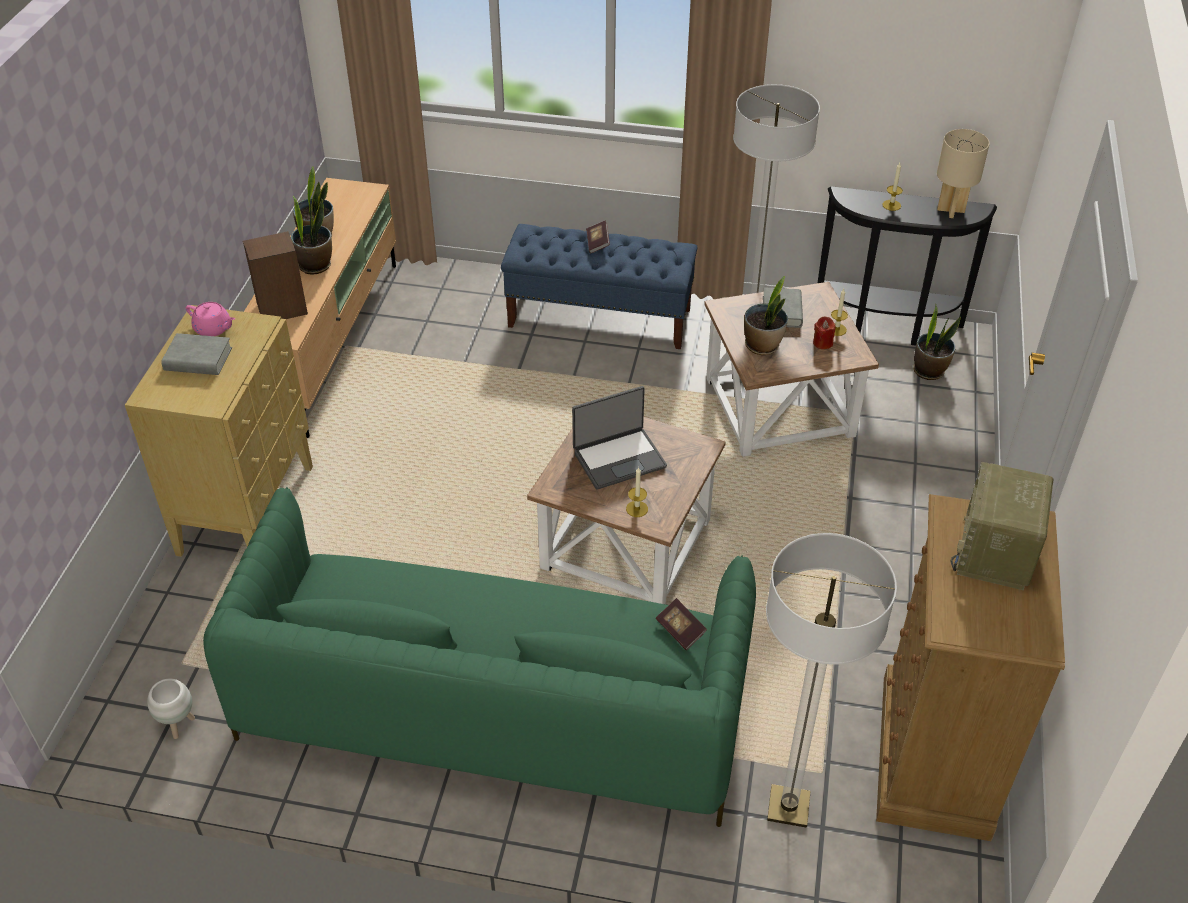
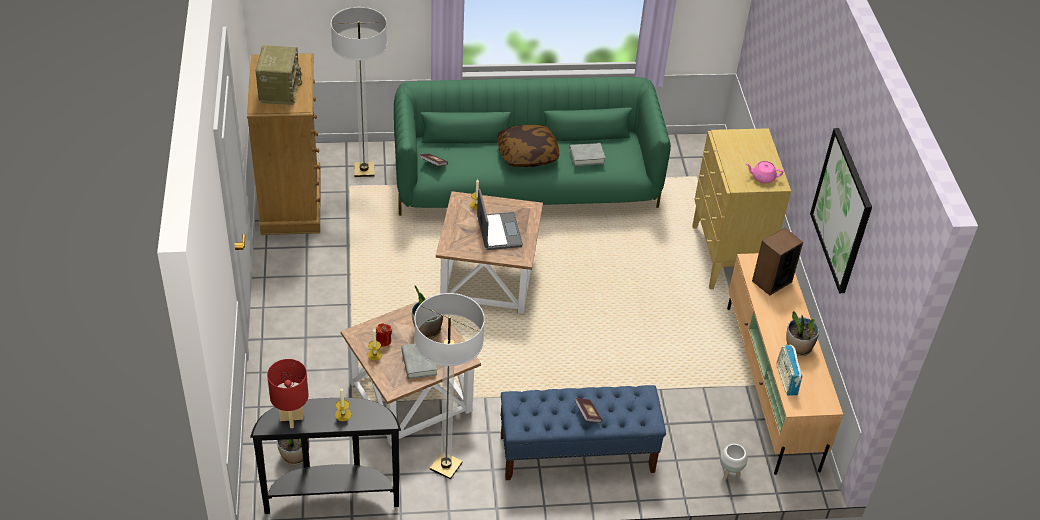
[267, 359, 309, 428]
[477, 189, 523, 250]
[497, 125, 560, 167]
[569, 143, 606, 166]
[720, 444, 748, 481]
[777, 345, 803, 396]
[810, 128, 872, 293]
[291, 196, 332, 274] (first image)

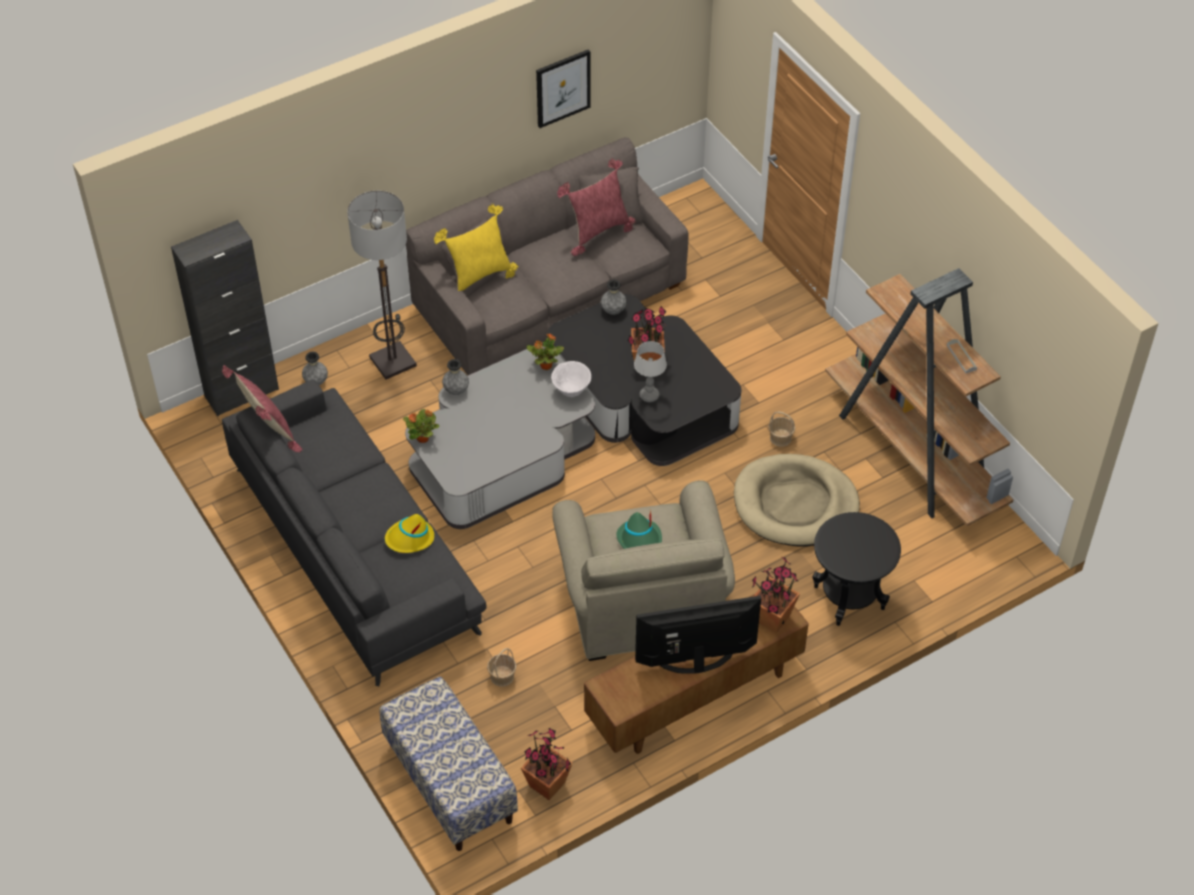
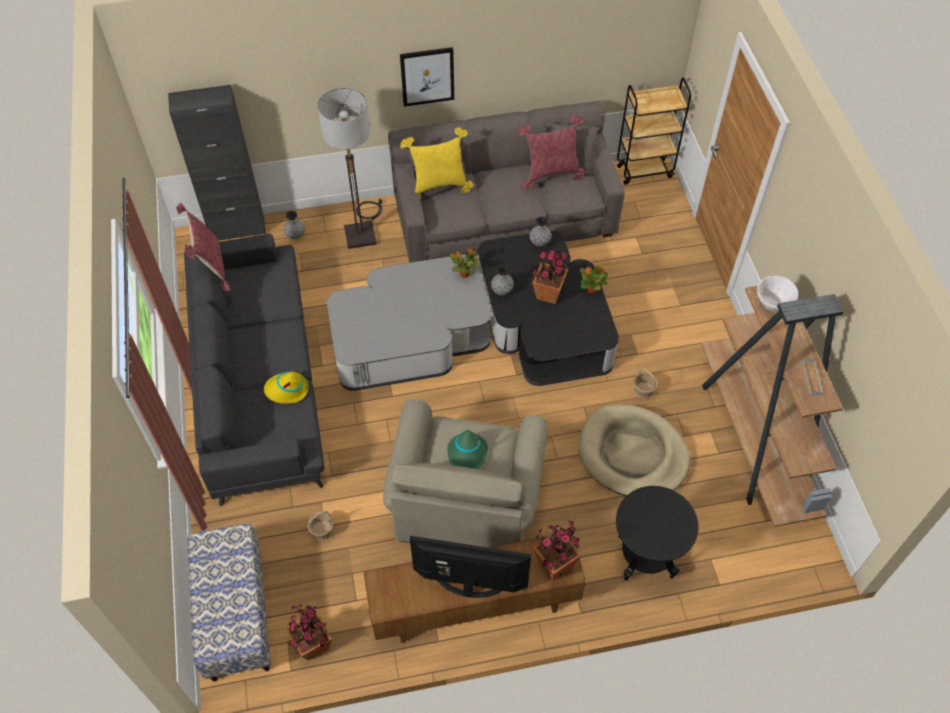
[400, 47, 454, 107]
[491, 265, 514, 296]
[580, 266, 608, 294]
[617, 78, 691, 185]
[757, 276, 798, 312]
[634, 341, 667, 402] (first image)

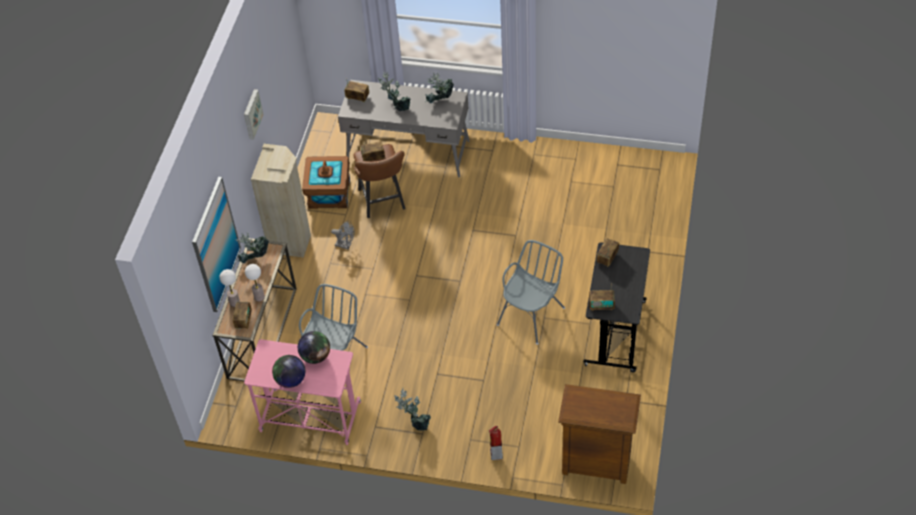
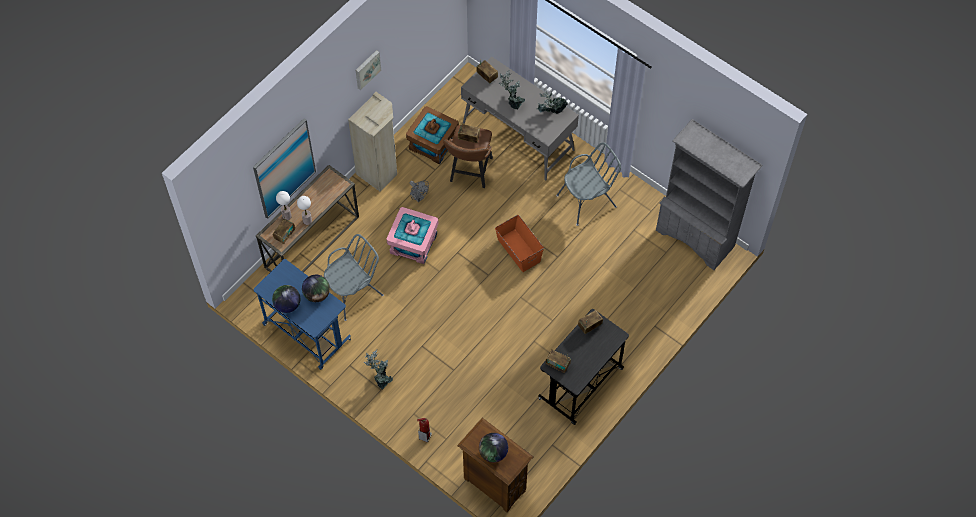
[254, 259, 351, 370]
[386, 207, 439, 264]
[479, 433, 508, 463]
[495, 215, 544, 272]
[556, 142, 621, 226]
[656, 119, 763, 270]
[235, 232, 269, 263] (first image)

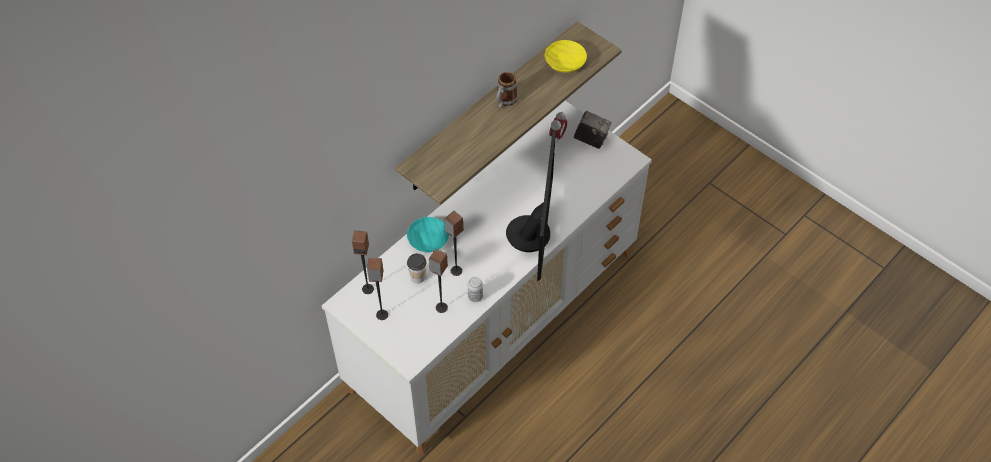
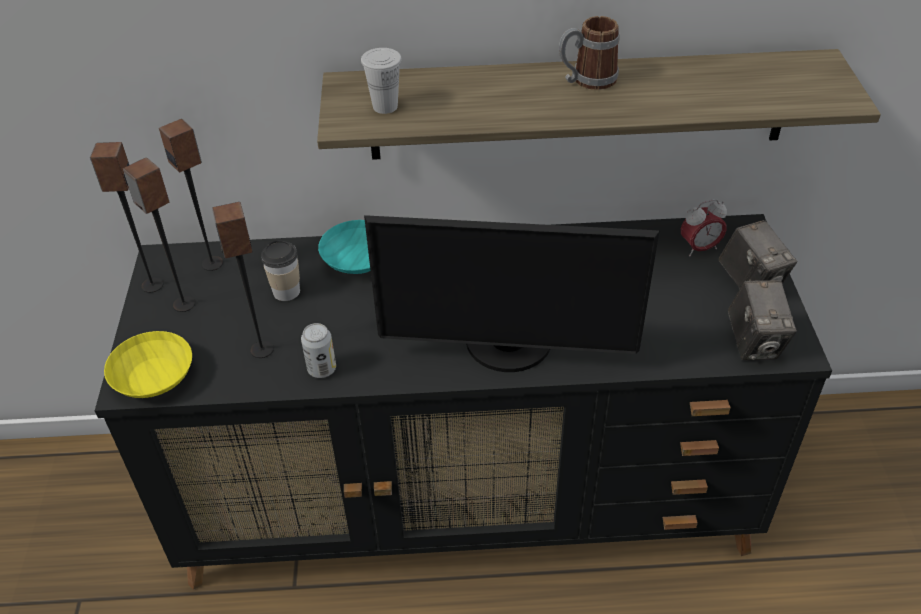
[90, 142, 164, 293]
[95, 214, 832, 590]
[104, 331, 192, 398]
[361, 48, 402, 114]
[364, 215, 659, 372]
[727, 280, 797, 360]

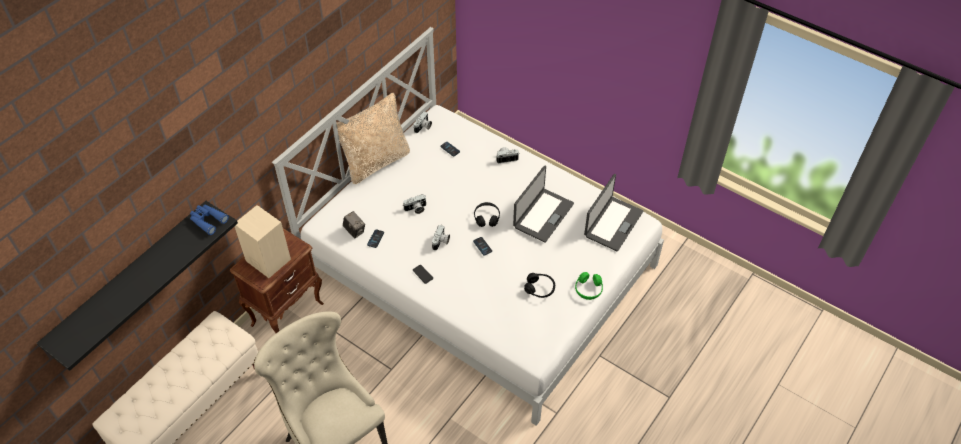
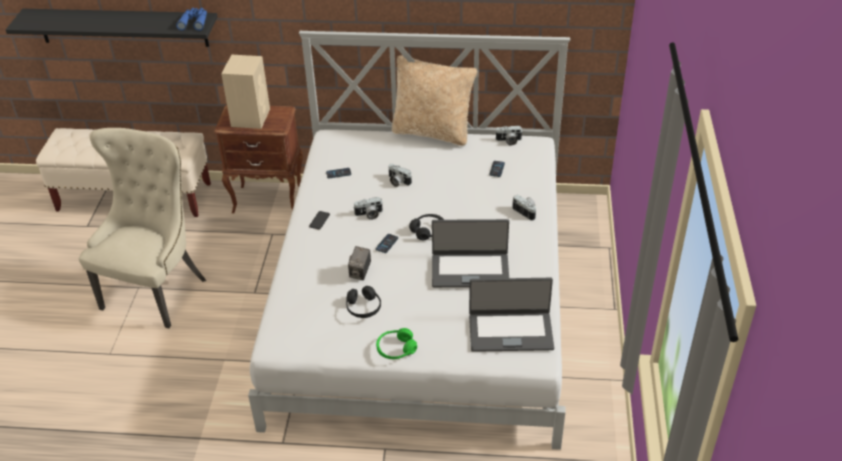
[348, 246, 371, 280]

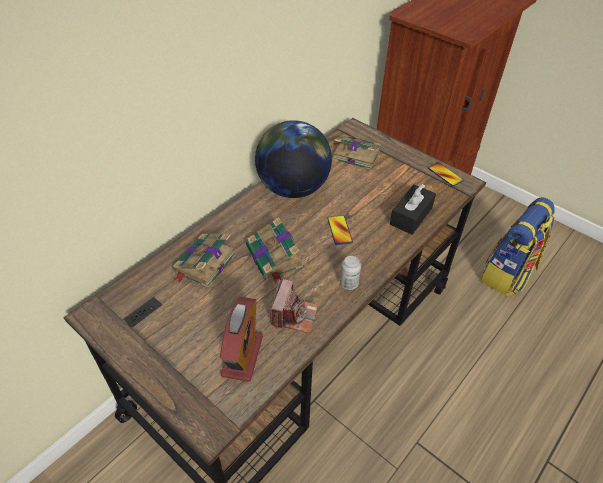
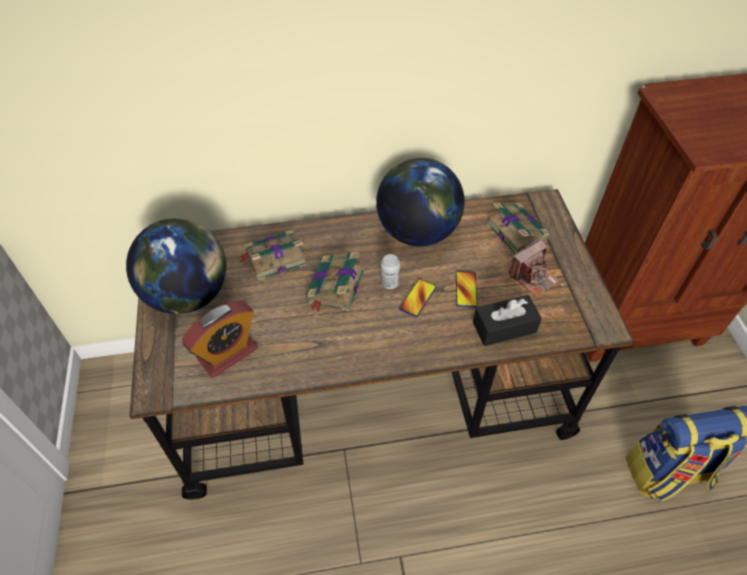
[126, 218, 226, 314]
[380, 254, 400, 289]
[456, 271, 477, 308]
[508, 238, 560, 297]

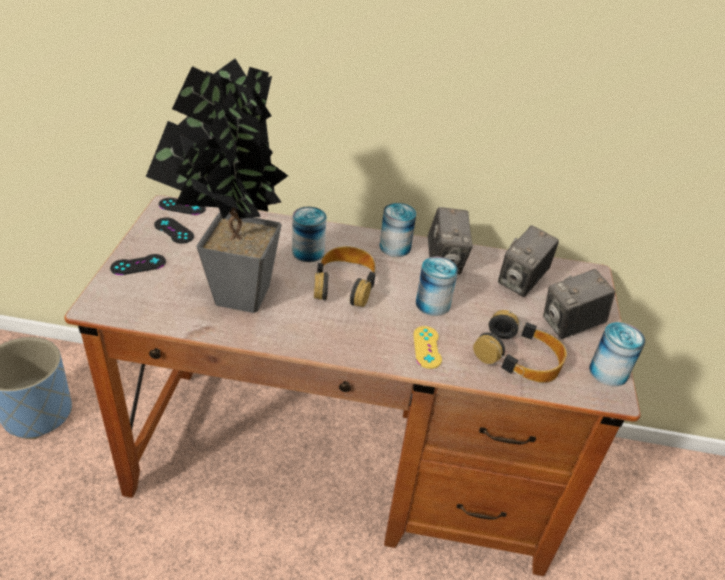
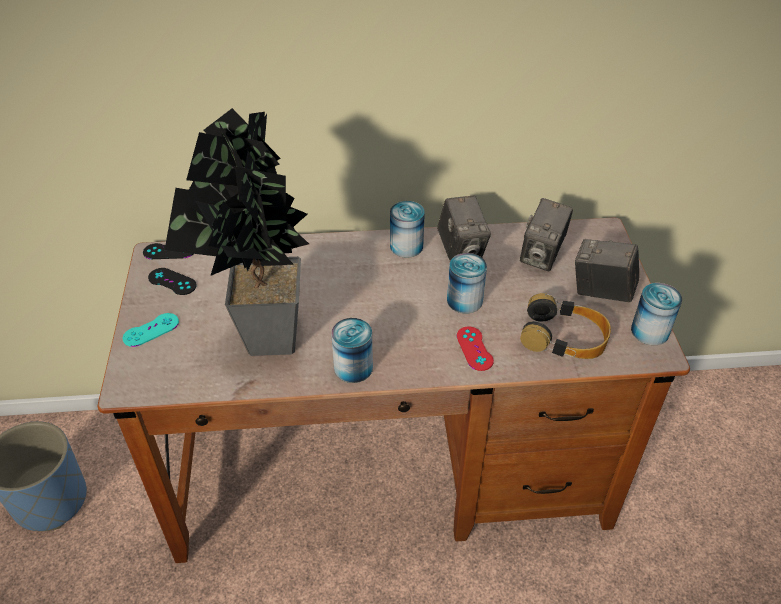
[123, 313, 179, 347]
[331, 318, 373, 383]
[457, 326, 494, 371]
[575, 239, 639, 303]
[314, 246, 377, 307] (first image)

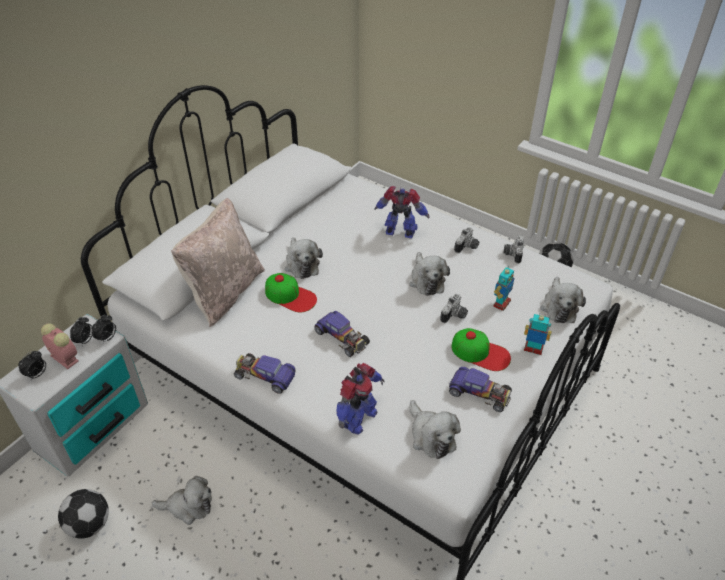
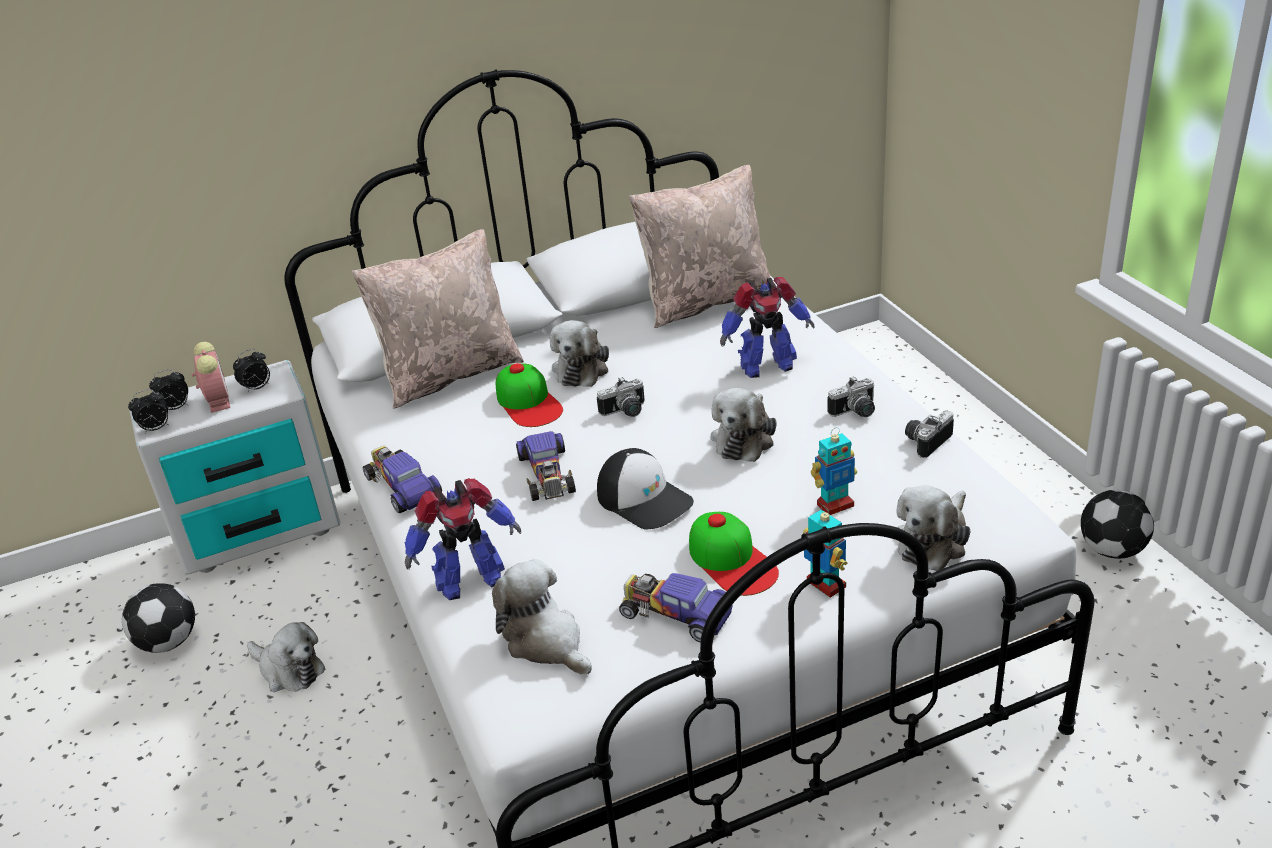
[128, 389, 169, 433]
[492, 559, 592, 674]
[597, 377, 645, 417]
[597, 448, 694, 530]
[619, 573, 733, 643]
[629, 165, 771, 328]
[720, 277, 815, 378]

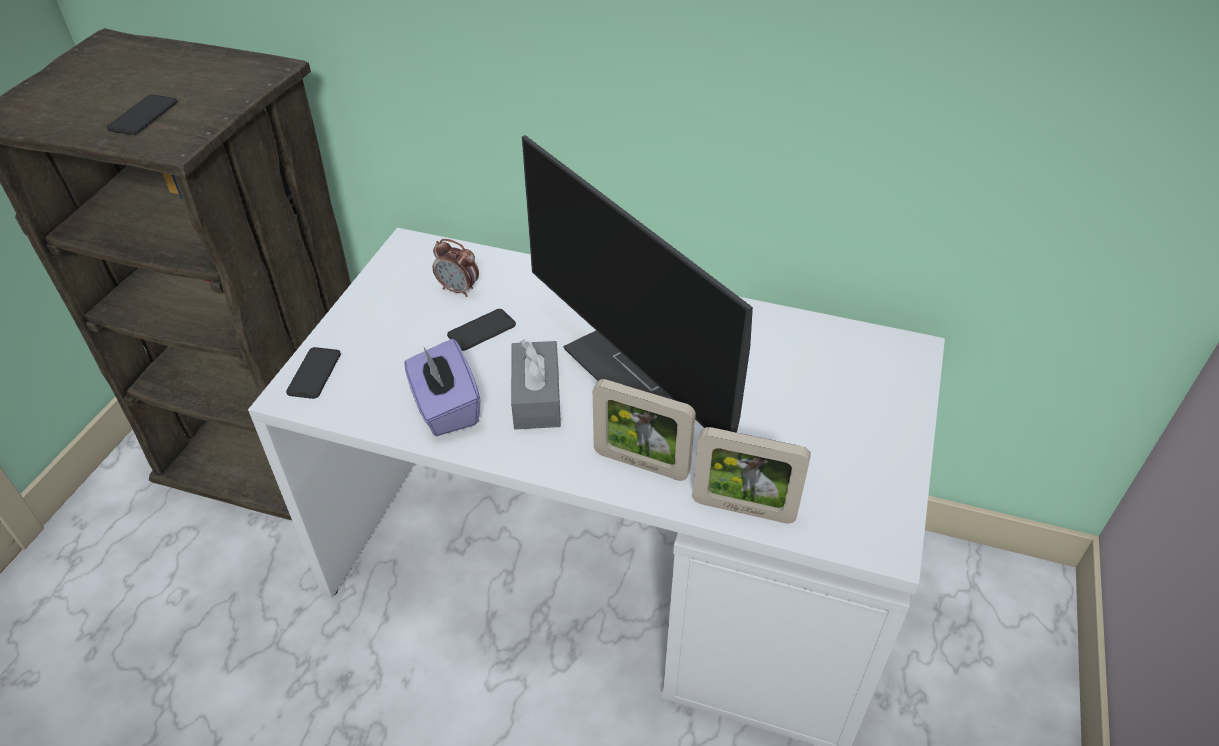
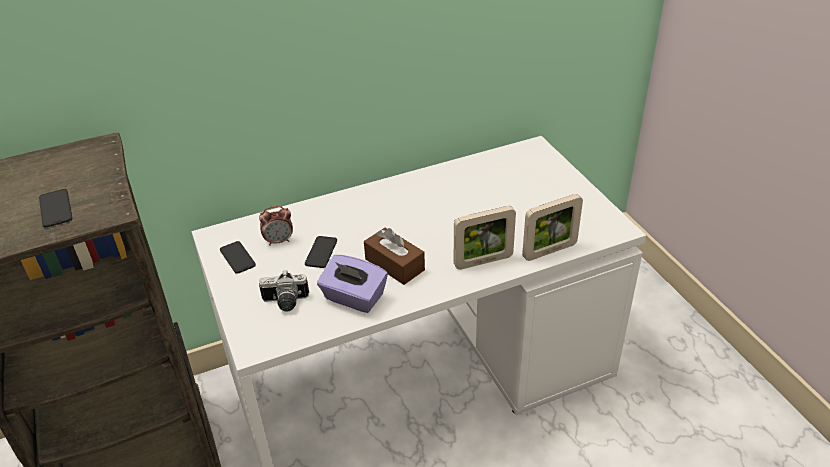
[220, 241, 256, 274]
[259, 270, 309, 311]
[364, 228, 425, 285]
[522, 135, 753, 433] (first image)

